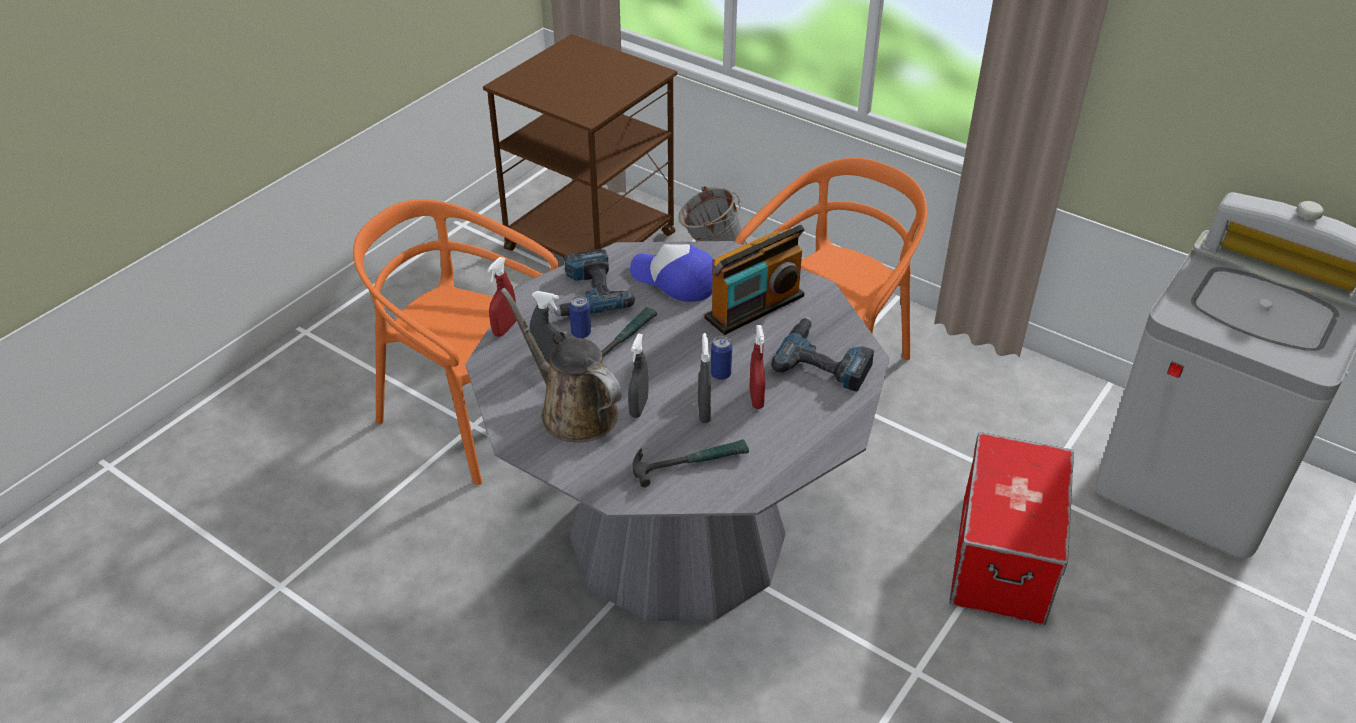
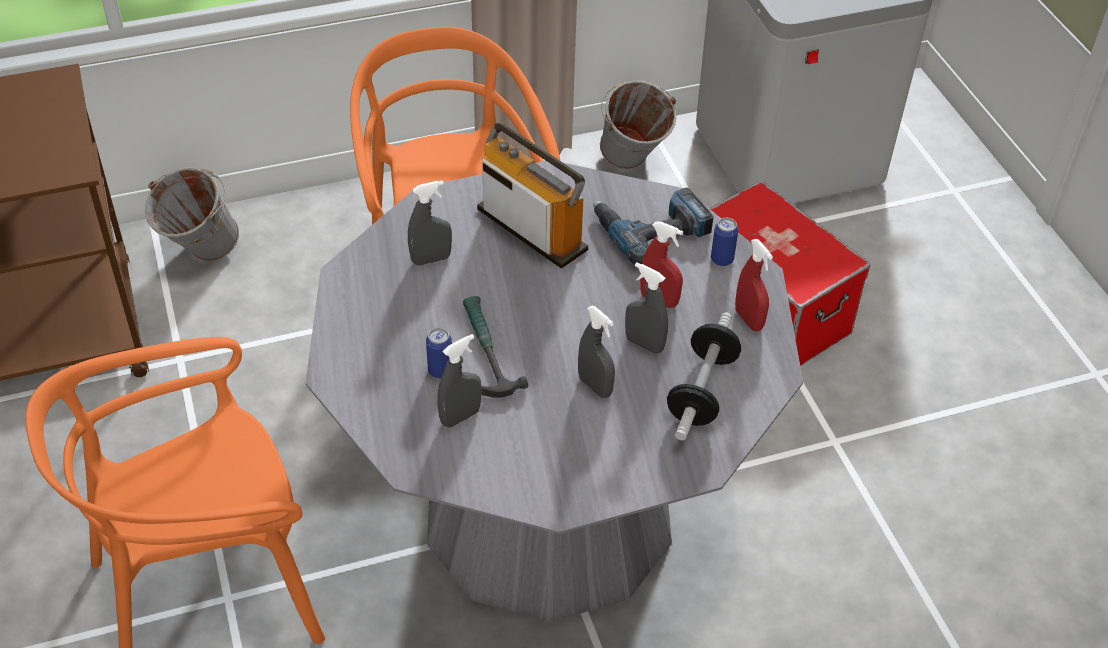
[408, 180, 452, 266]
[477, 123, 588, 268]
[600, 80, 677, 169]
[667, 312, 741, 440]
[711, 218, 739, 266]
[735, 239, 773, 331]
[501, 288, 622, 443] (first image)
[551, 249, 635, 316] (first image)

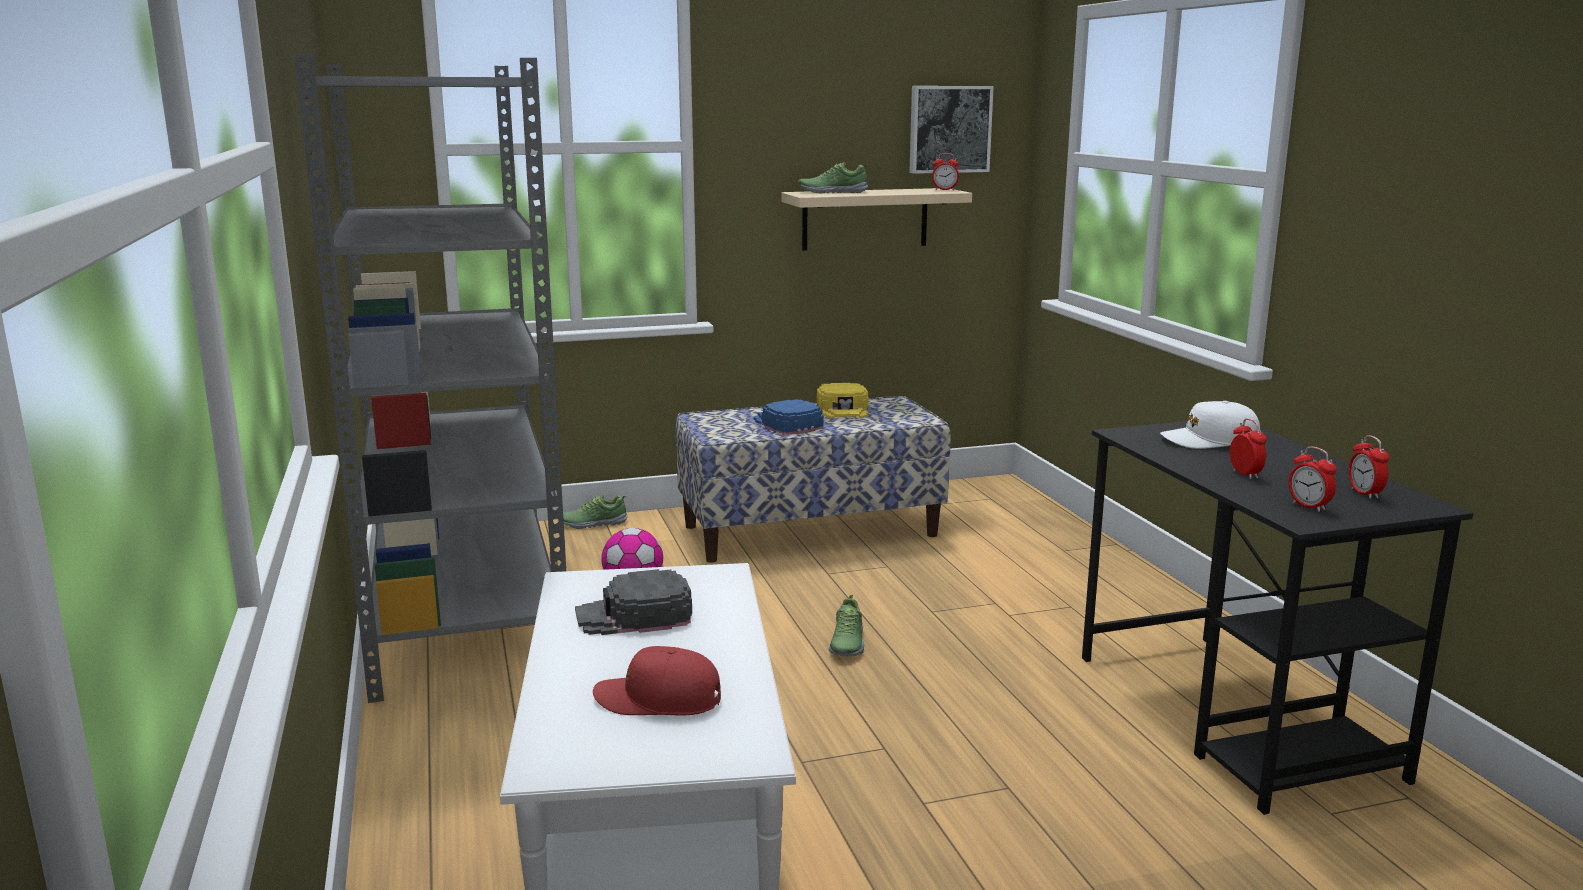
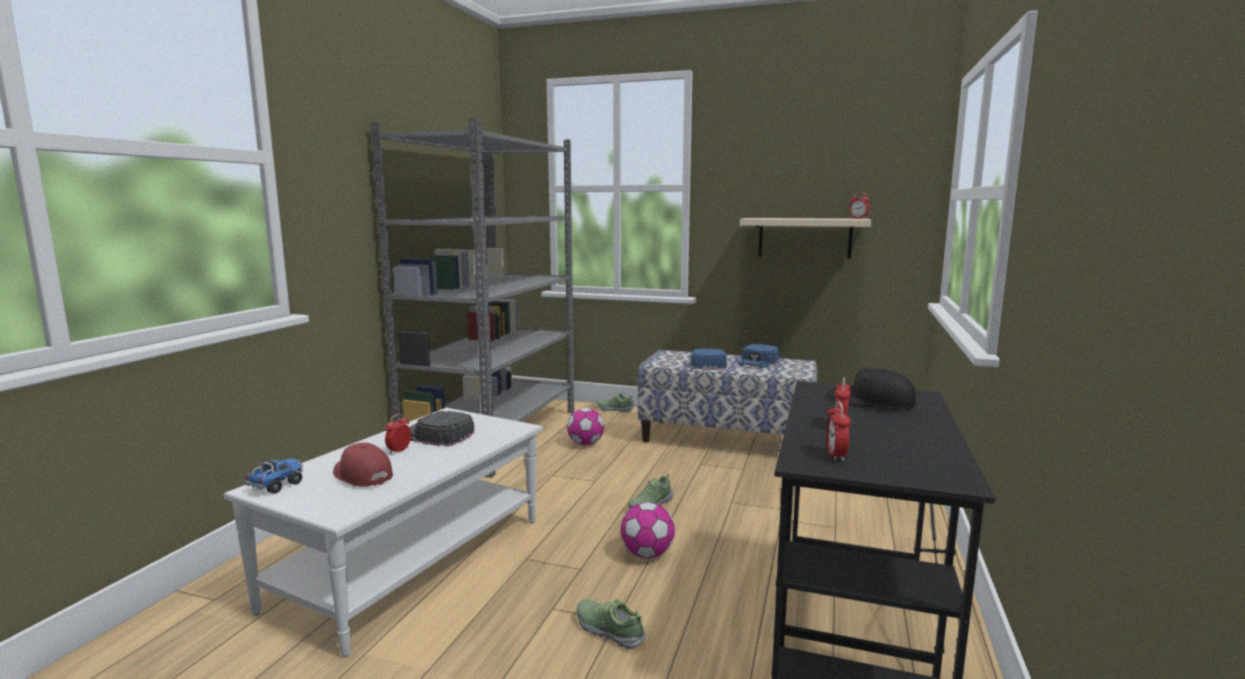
[245, 458, 303, 494]
[385, 414, 411, 454]
[577, 599, 646, 649]
[621, 502, 675, 558]
[738, 344, 780, 368]
[829, 368, 916, 409]
[909, 86, 994, 174] (first image)

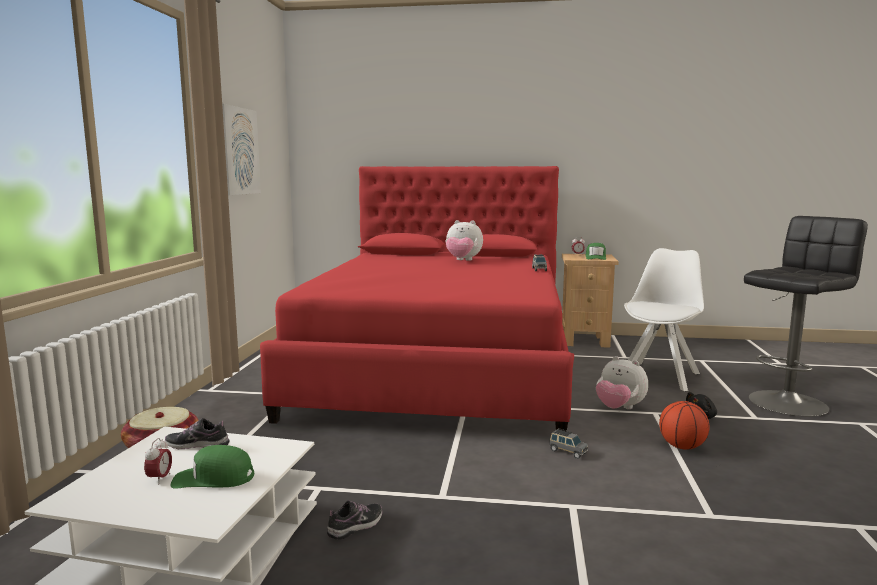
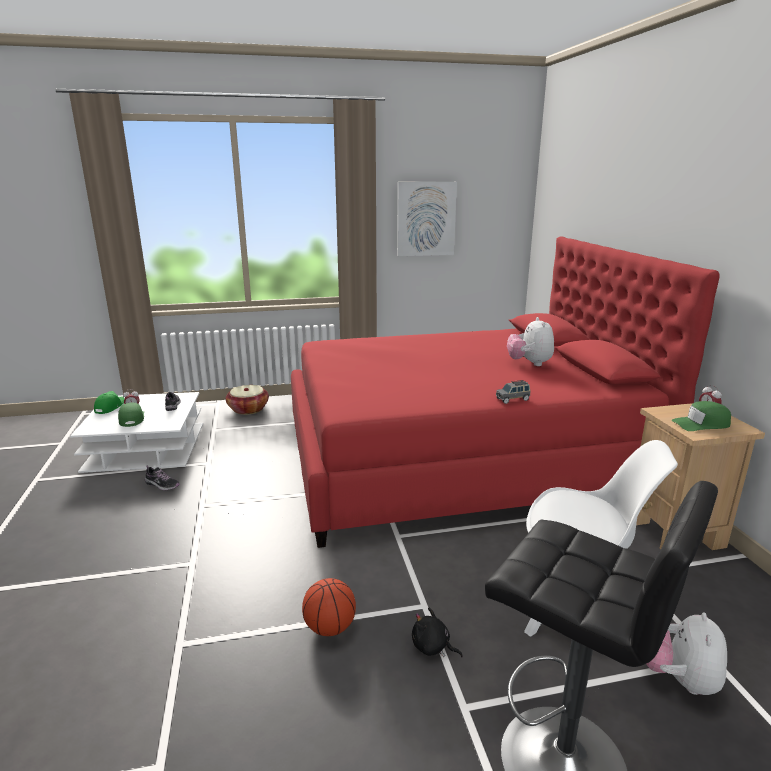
[94, 391, 125, 414]
[646, 612, 727, 695]
[549, 428, 588, 459] (first image)

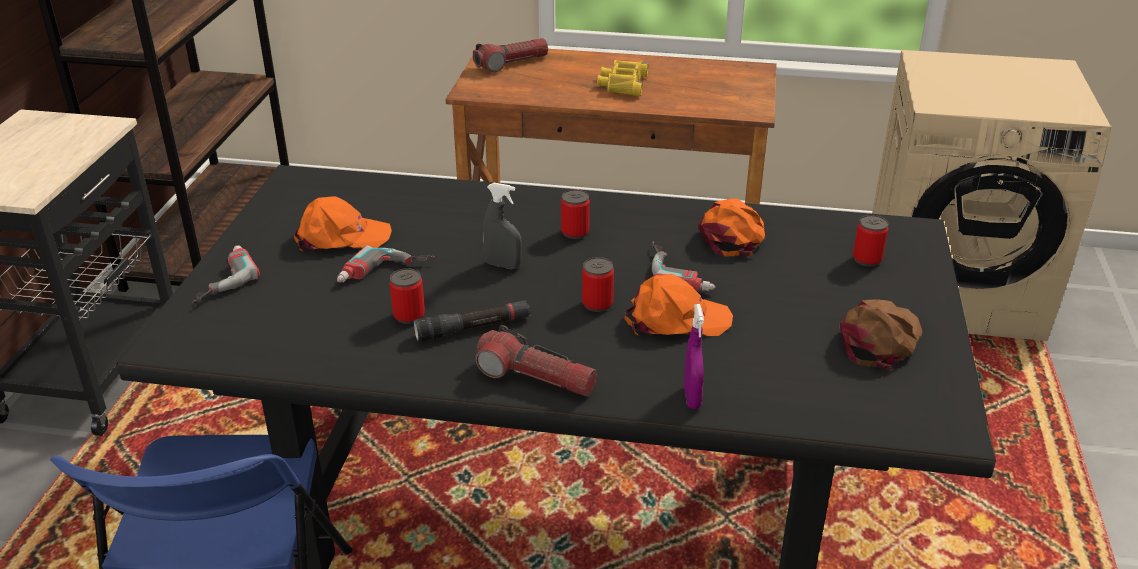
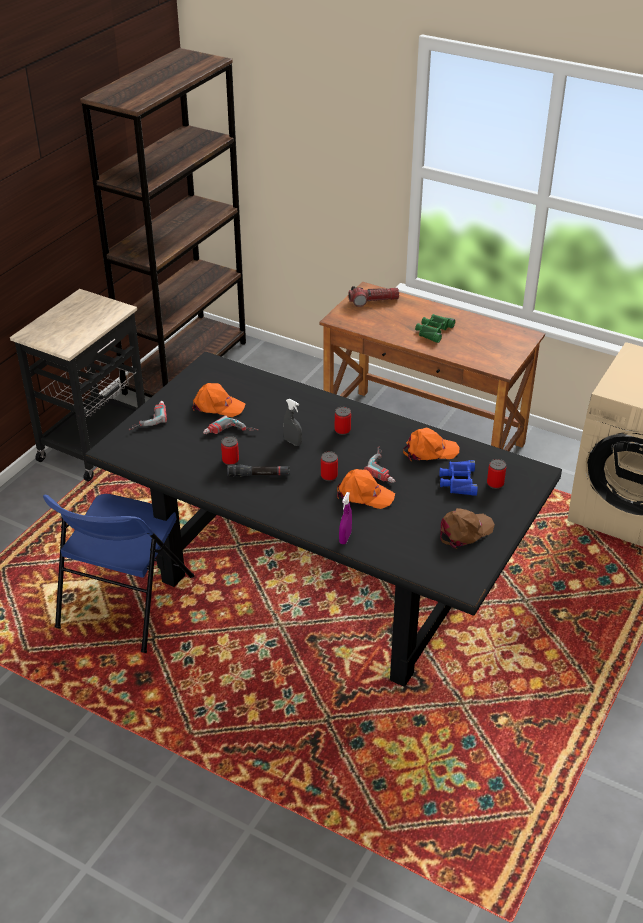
[403, 427, 459, 461]
[415, 314, 455, 343]
[440, 460, 477, 496]
[475, 325, 597, 396] (first image)

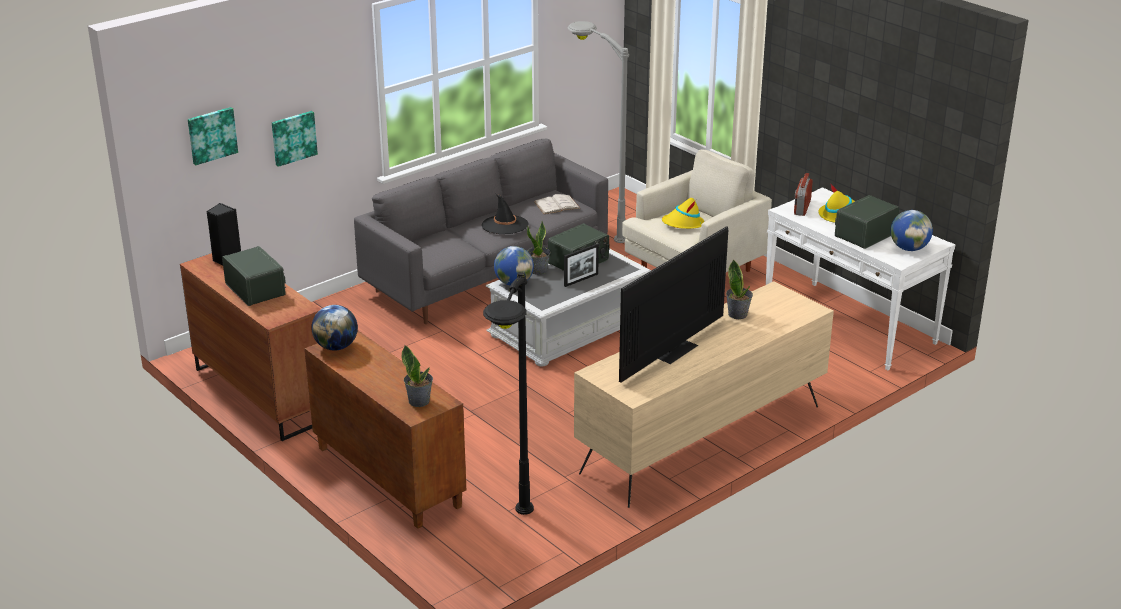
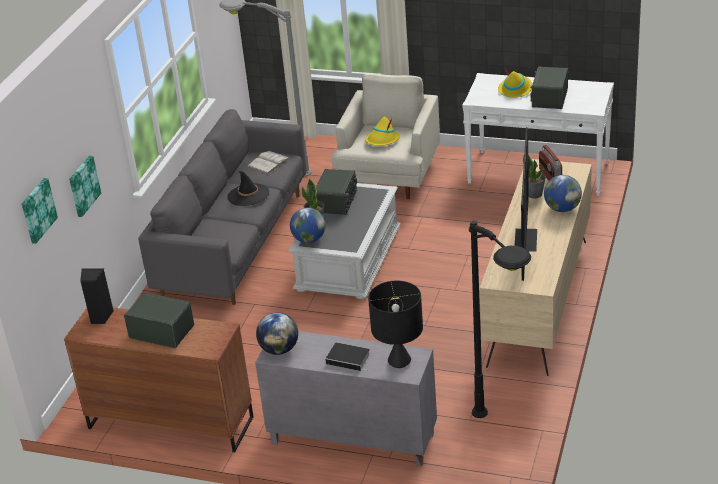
[255, 331, 437, 467]
[325, 342, 370, 371]
[368, 281, 423, 368]
[539, 145, 562, 181]
[544, 175, 582, 212]
[564, 244, 599, 287] (first image)

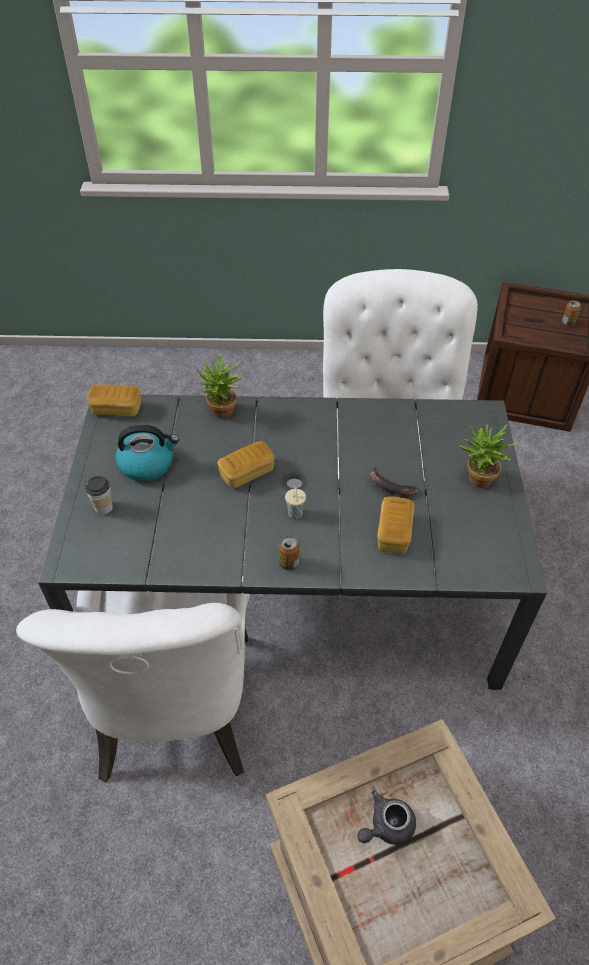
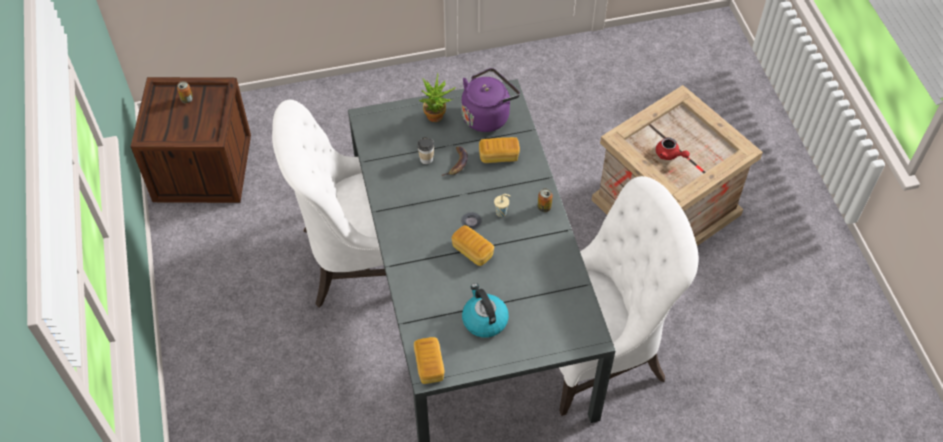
[417, 137, 434, 164]
[462, 68, 520, 132]
[656, 137, 690, 160]
[197, 353, 244, 419] (first image)

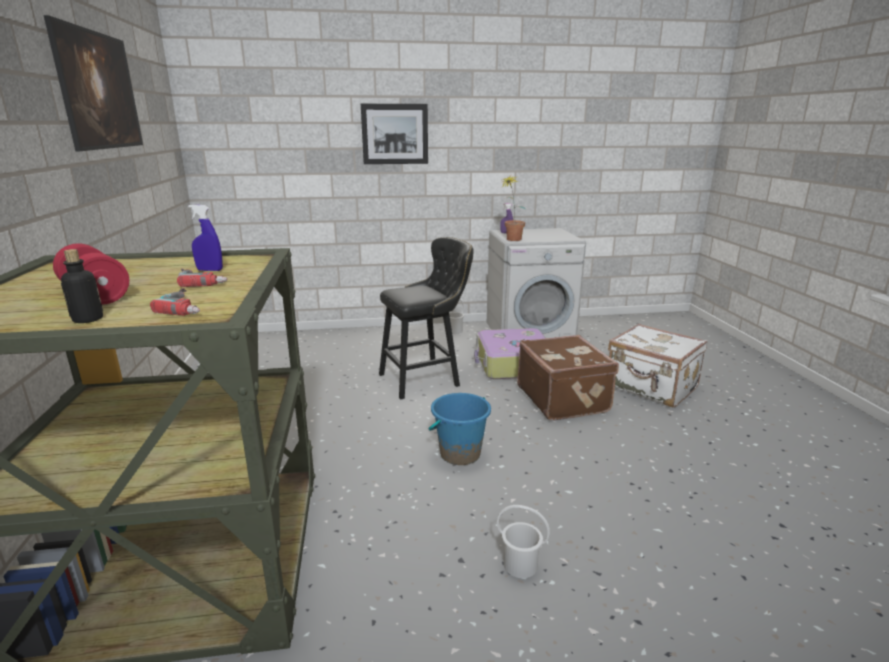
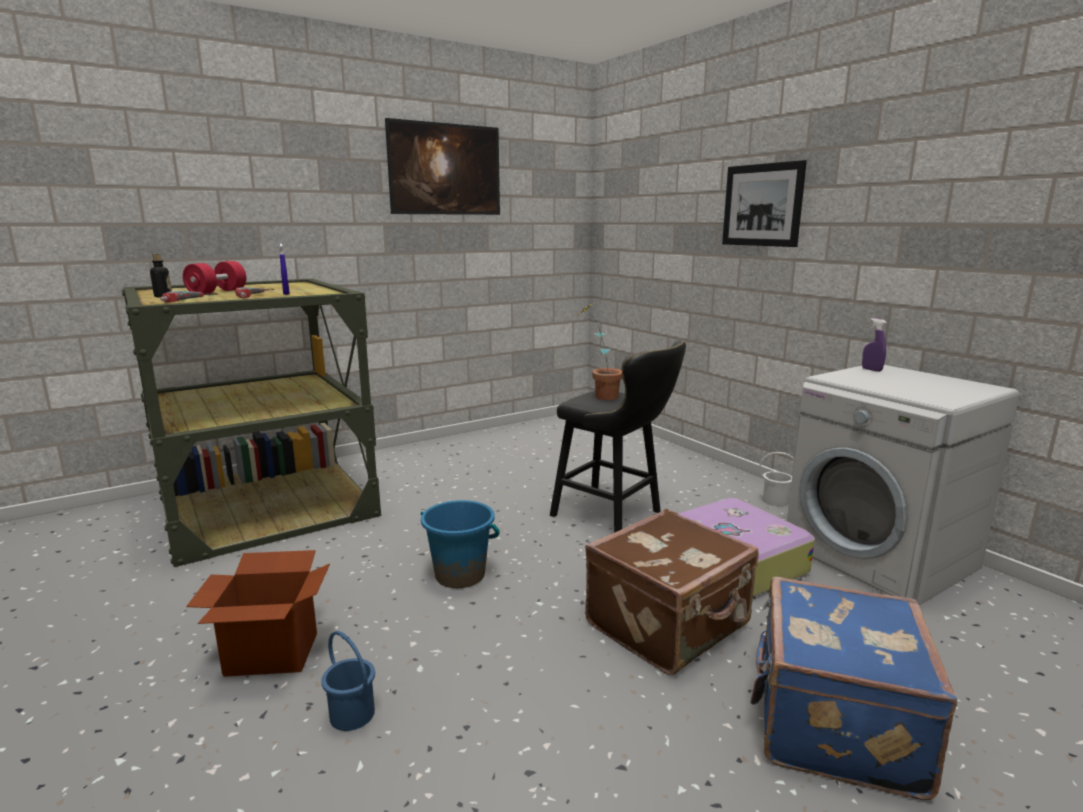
[186, 550, 330, 677]
[321, 631, 375, 731]
[578, 303, 623, 400]
[750, 577, 957, 800]

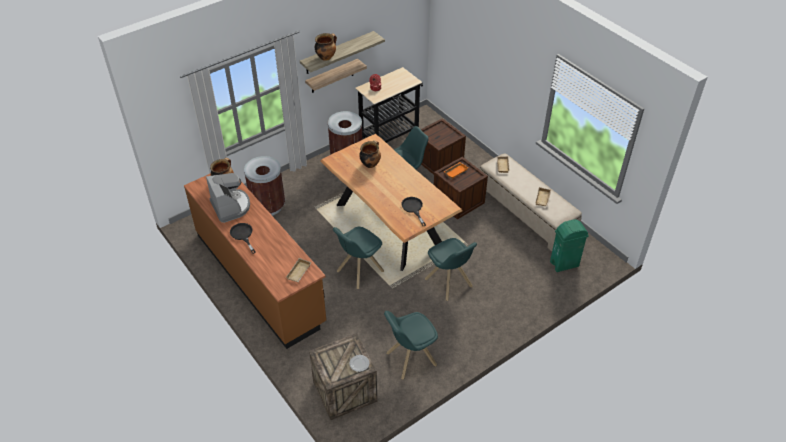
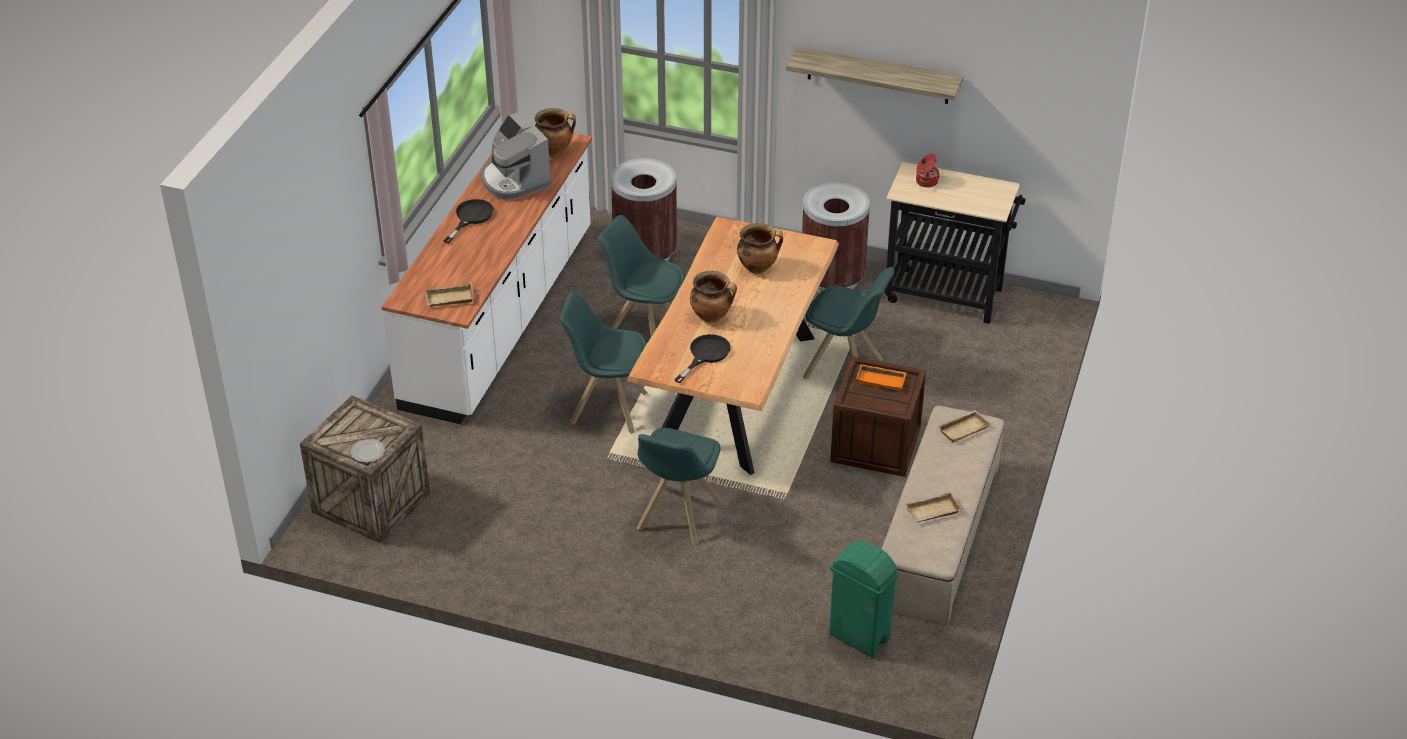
[382, 133, 592, 424]
[481, 112, 552, 200]
[598, 215, 685, 337]
[690, 271, 737, 323]
[305, 59, 367, 93] (first image)
[421, 118, 466, 175] (first image)

